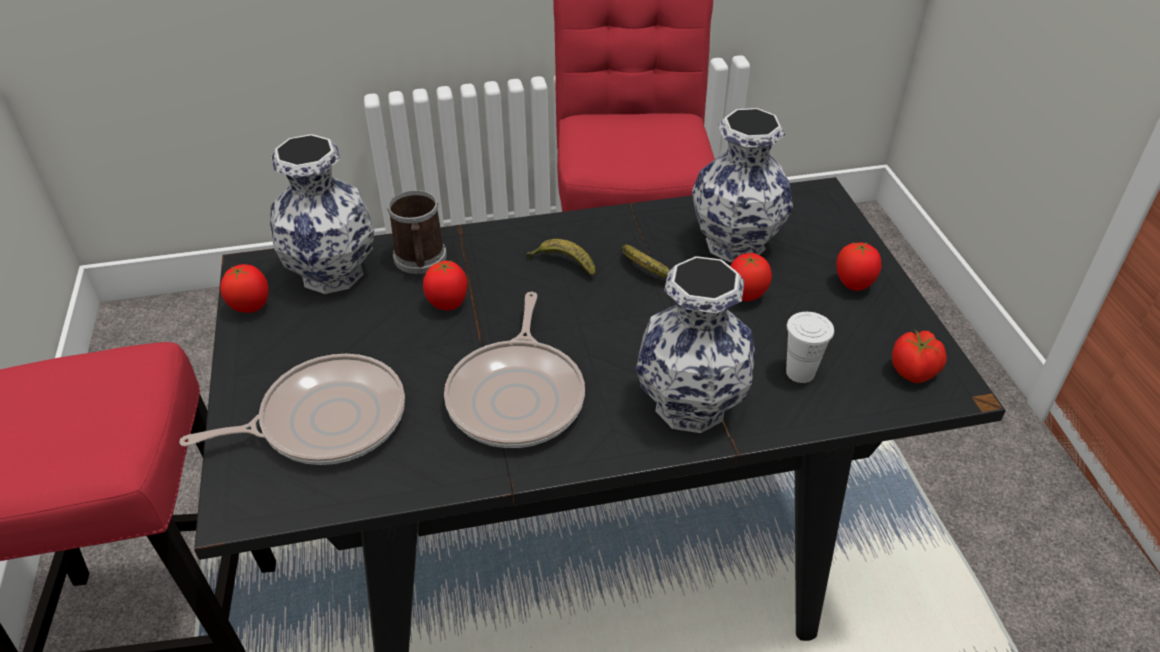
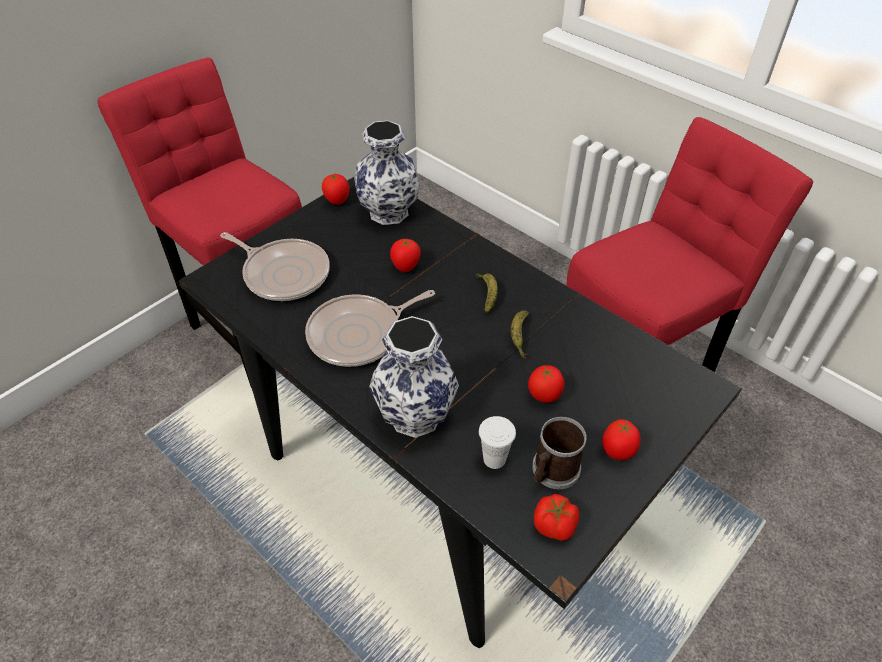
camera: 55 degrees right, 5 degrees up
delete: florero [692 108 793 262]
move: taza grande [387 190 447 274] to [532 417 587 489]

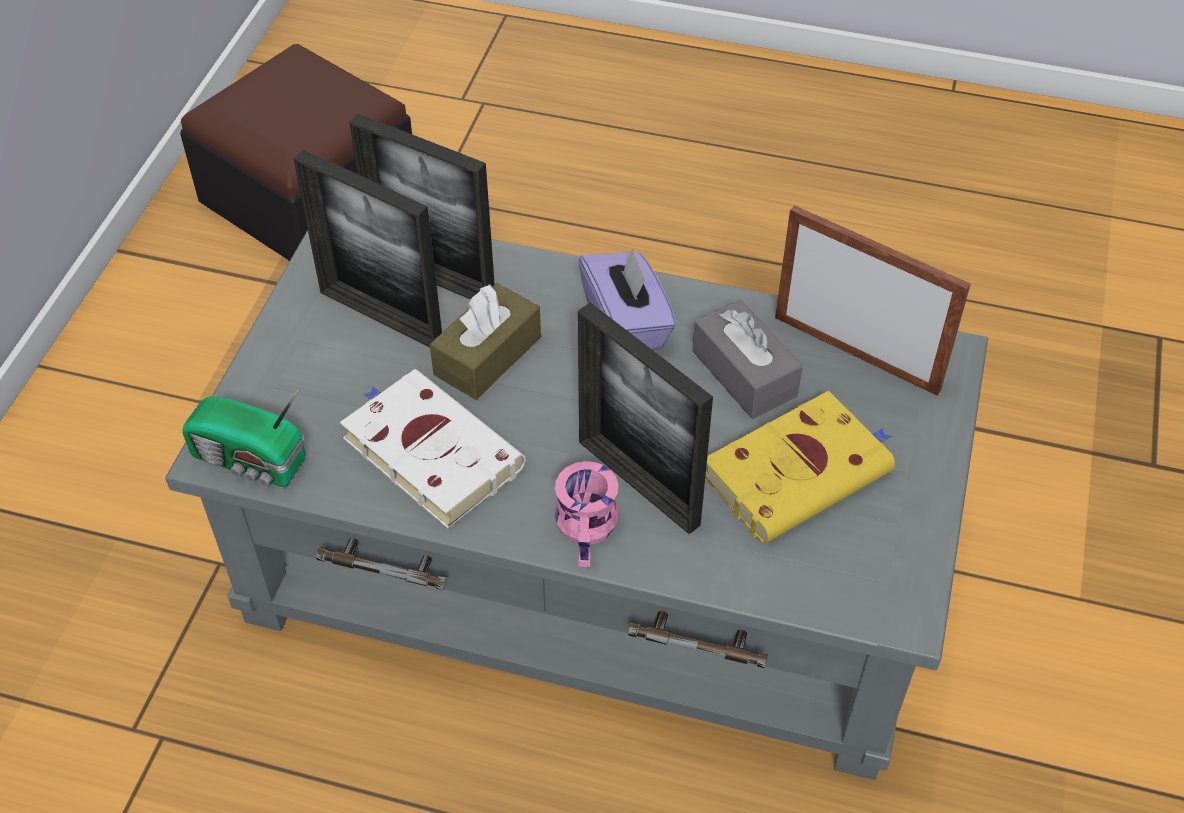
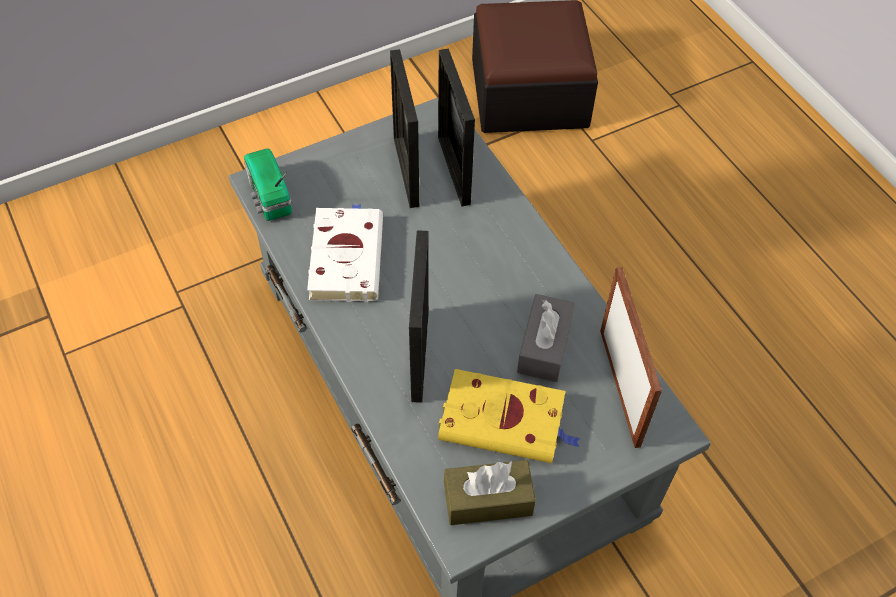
camera: 45 degrees right, 5 degrees up
delete: caja de pañuelos [morado] [579 248 676 350]; taza grande [rosa] [555 461 619 567]
move: caja de pañuelos [marrón] [430 283 541 400] to [444 460 536 525]

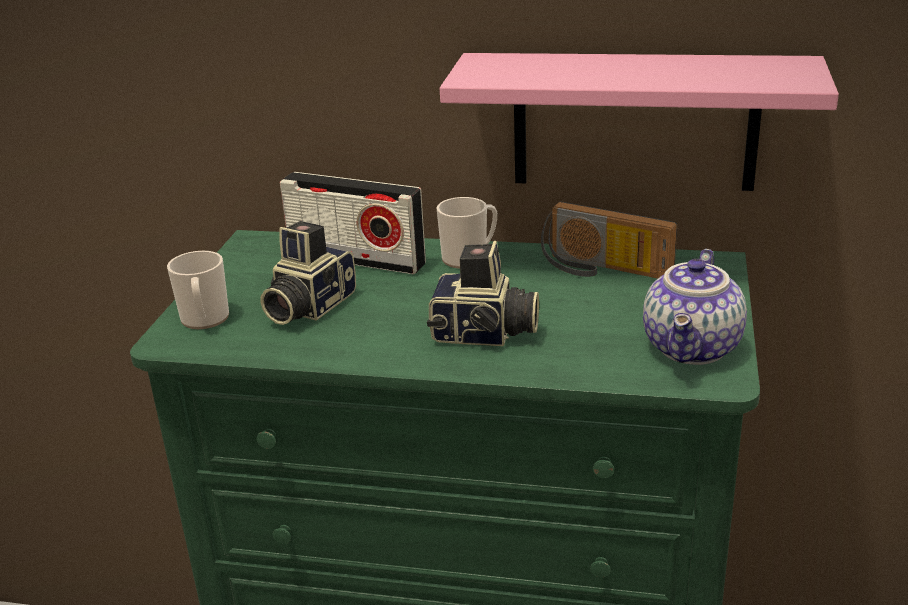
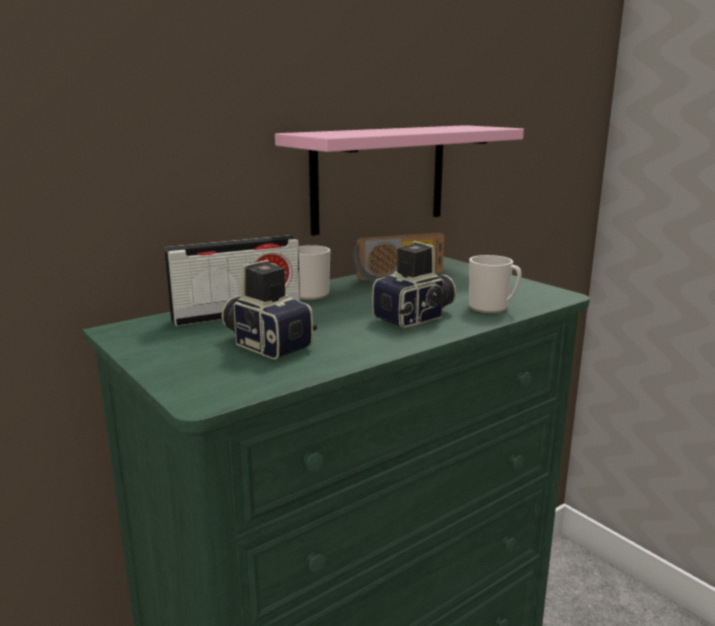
camera: 50 degrees left, 10 degrees down
delete: tetera [643 249 747 365]
move: taza grande [167 251 229 329] to [469 255 522 313]
rotate: cámara [260 221 356 325] = [222 260 317 360] 150 degrees clockwise

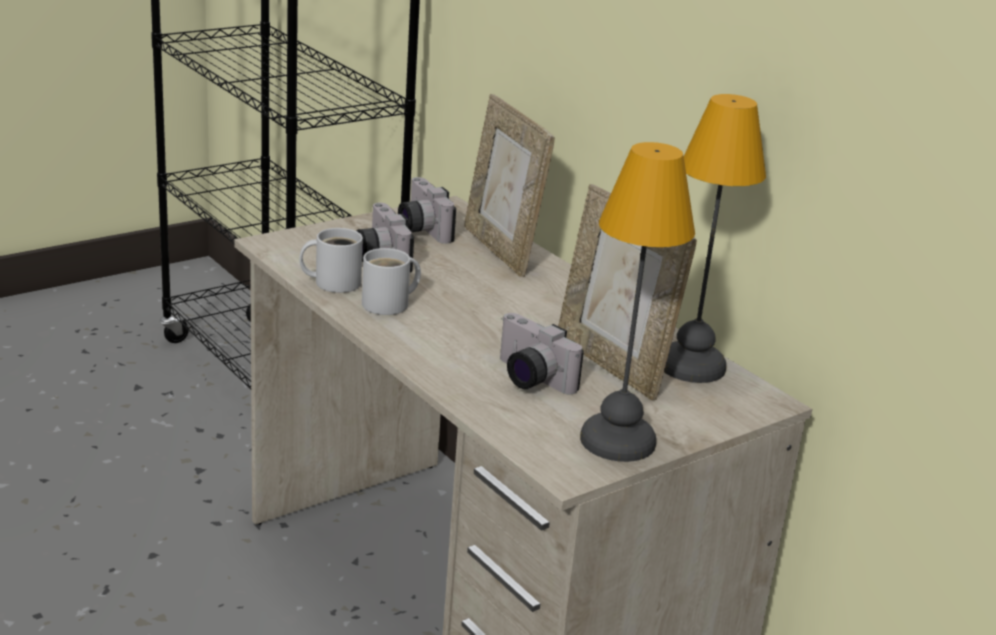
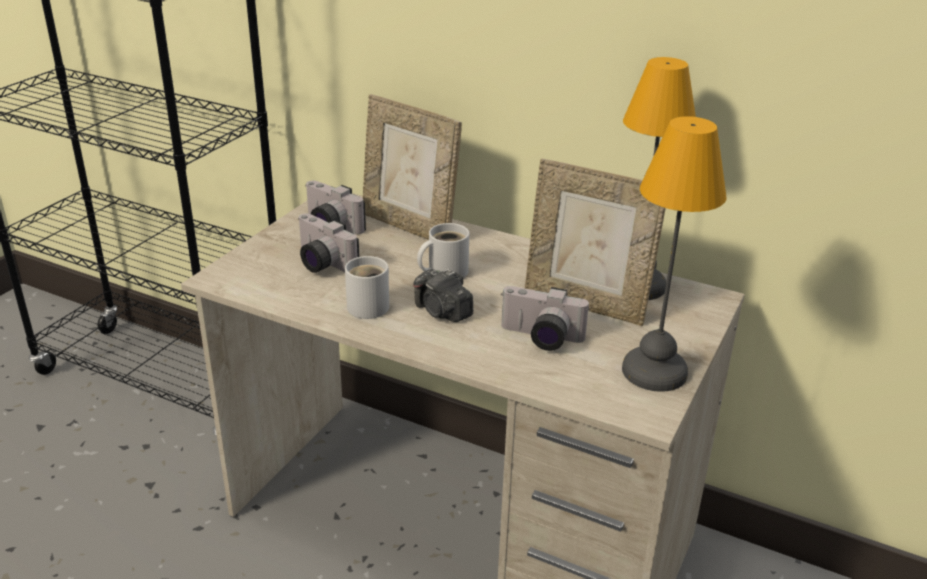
camera: 25 degrees left, 5 degrees up
insert: cámara [413 269 473 322]
move: taza grande [blanco] [299 228 363 293] to [417 223 469 278]

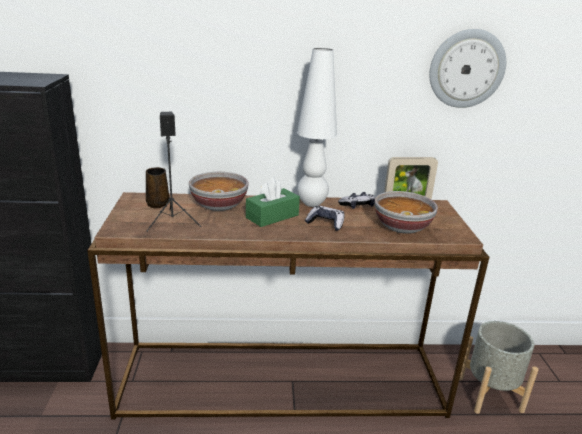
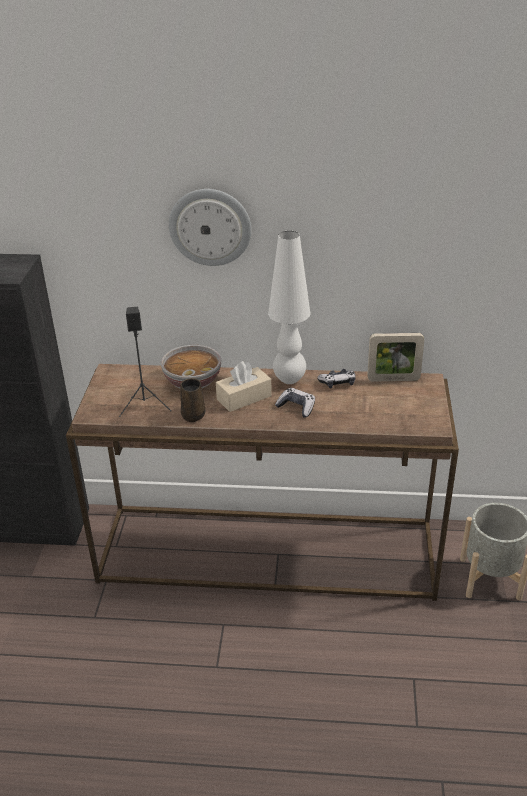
camera: 10 degrees right, 10 degrees up
delete: cuenco [374 191 438 234]
move: reloj de pared [429 29 506 108] to [169 189 252 266]; taza grande [marrón] [146 167 170 208] to [180 378 205 422]
recolor: caja de pañuelos [verde] [246 177 300 227] to caja de pañuelos [beis] [216 361 272 412]

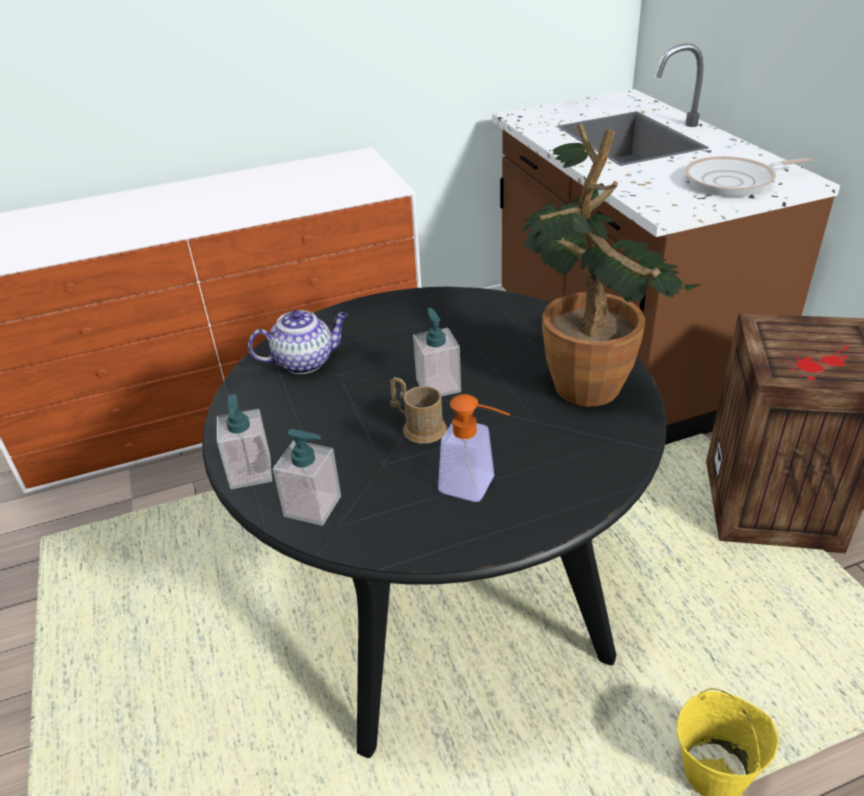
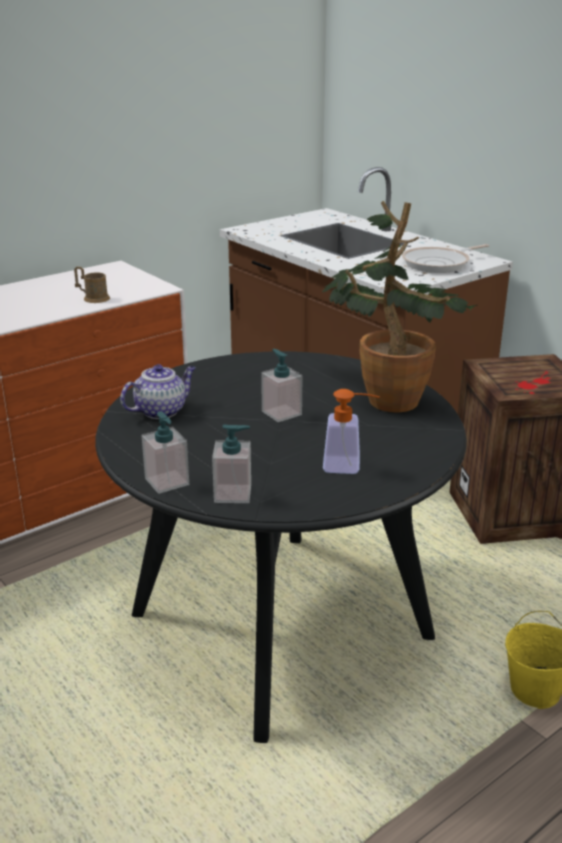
camera: 20 degrees left, 10 degrees down
move: taza grande [marrón] [390 377 447 444] to [74 267 110 303]

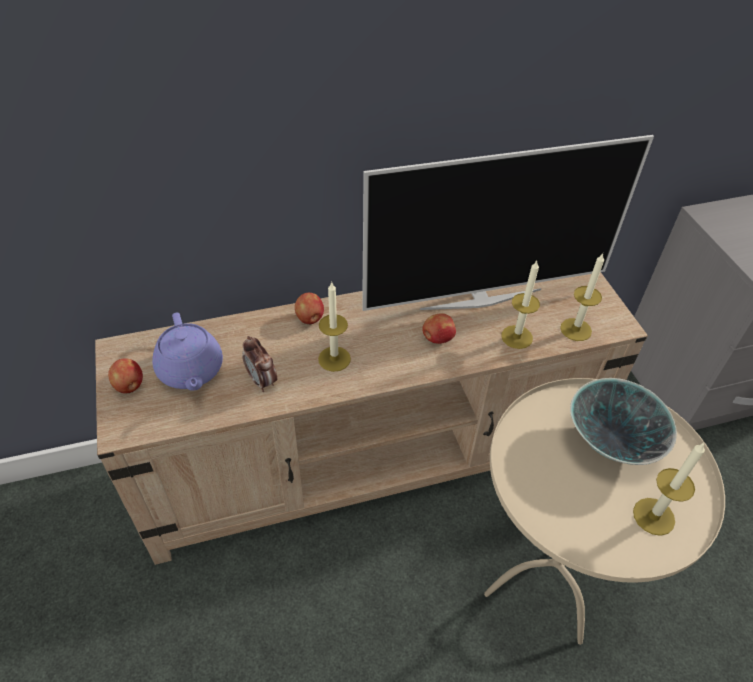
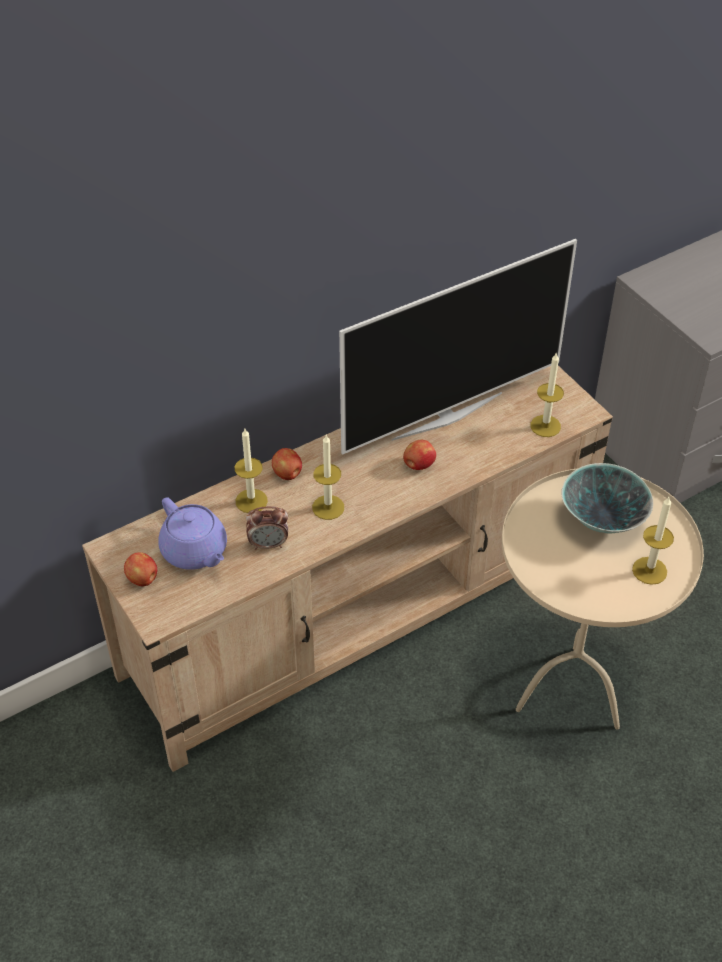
camera: 15 degrees left, 0 degrees up
move: vela [501 261 540 349] to [235 429 268 513]
rotate: despertador [242 336 277 392] = [246 506 288 550] 45 degrees counterclockwise

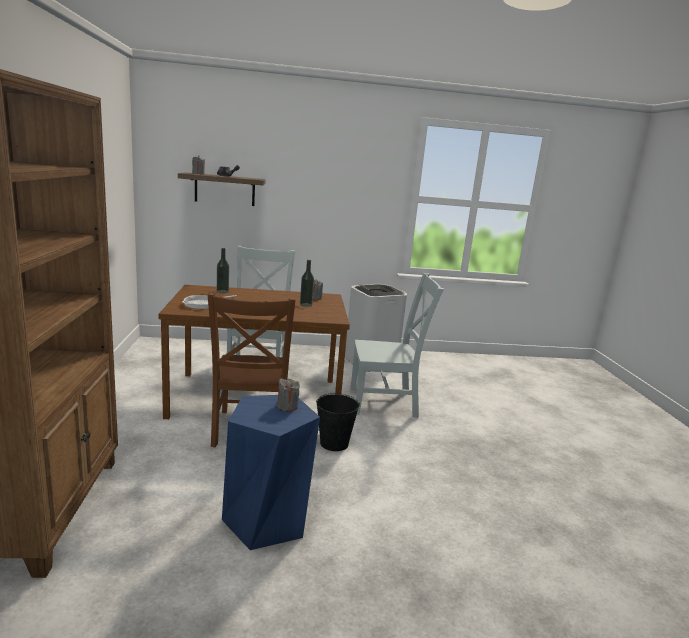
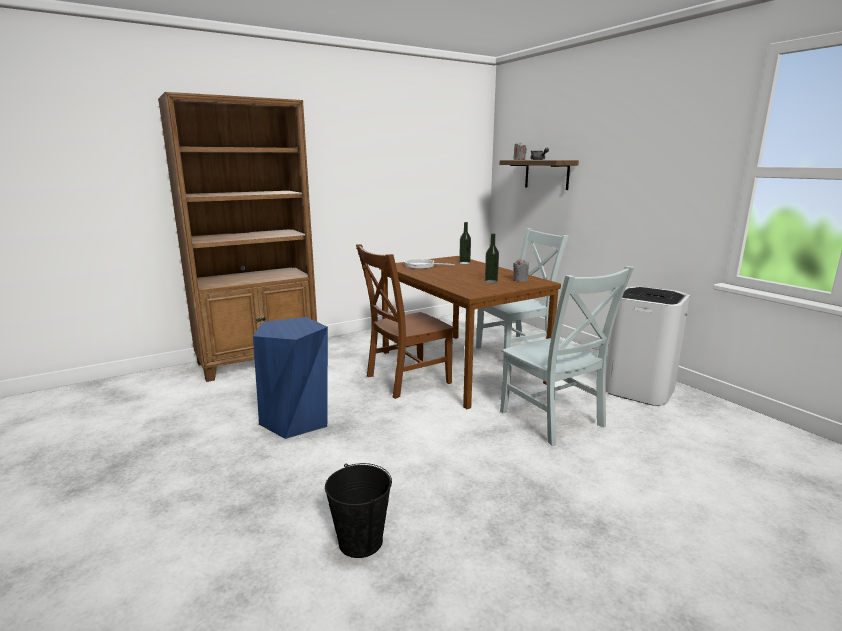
camera: 65 degrees right, 0 degrees up
delete: vela [gris] [277 378 299 412]
move: cubo [negro] [316 393 360 451] to [325 463 392 558]

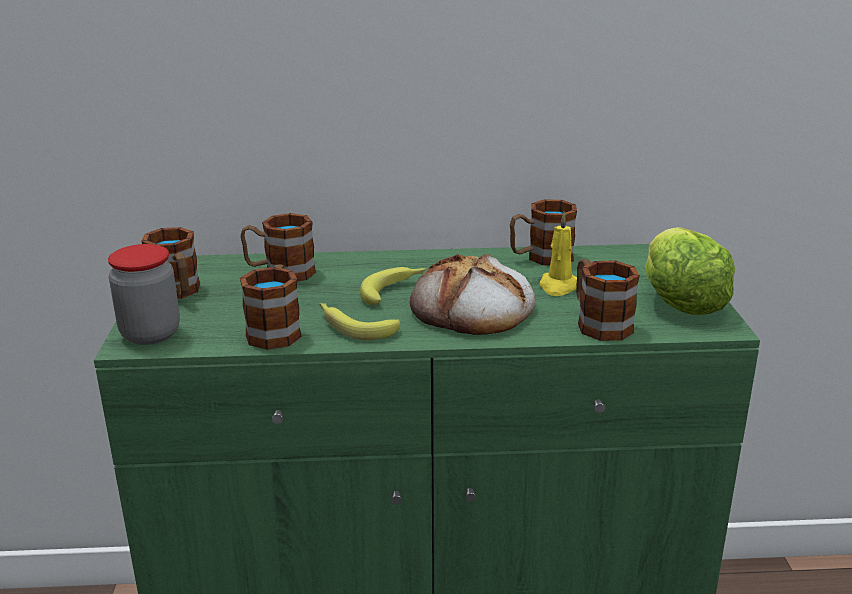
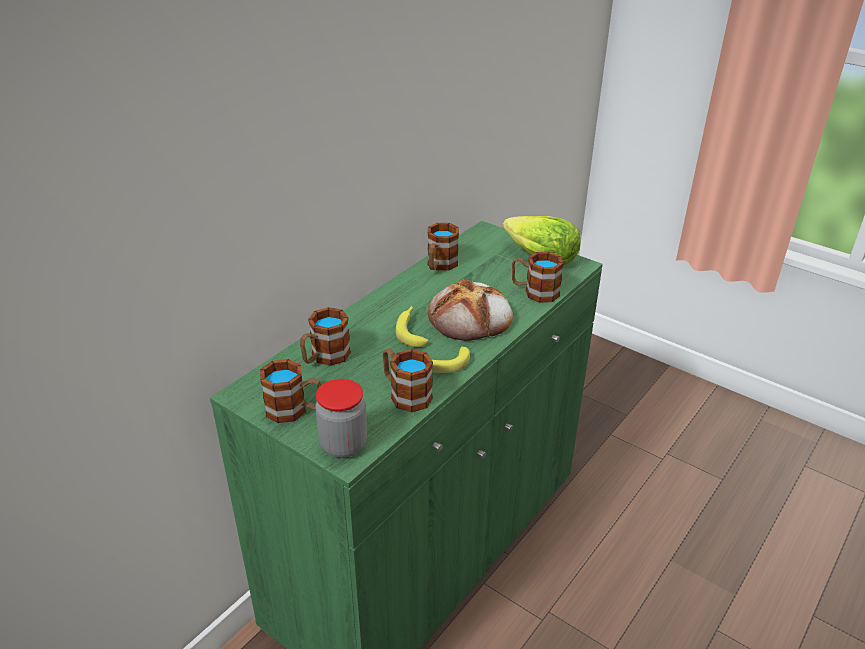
camera: 50 degrees left, 10 degrees up
delete: vela [amarillo] [539 212 577 296]

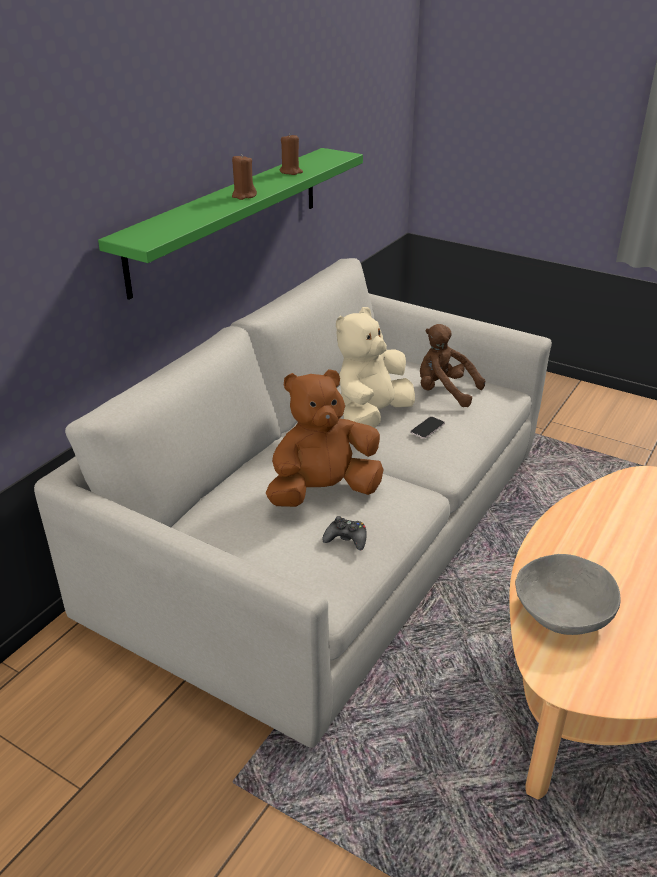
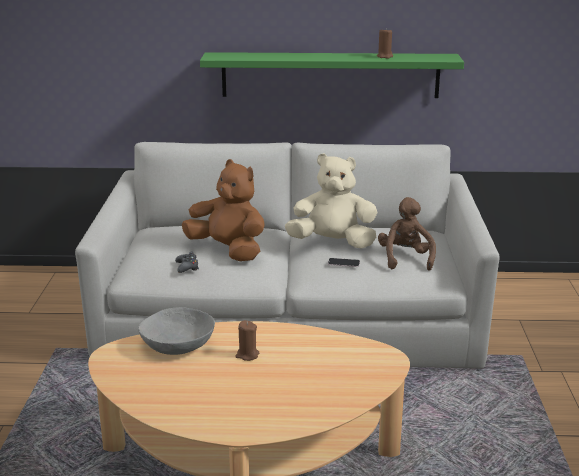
camera: 60 degrees right, 10 degrees down
move: vela [marrón] [232 154 257 200] to [235 320 259 361]

